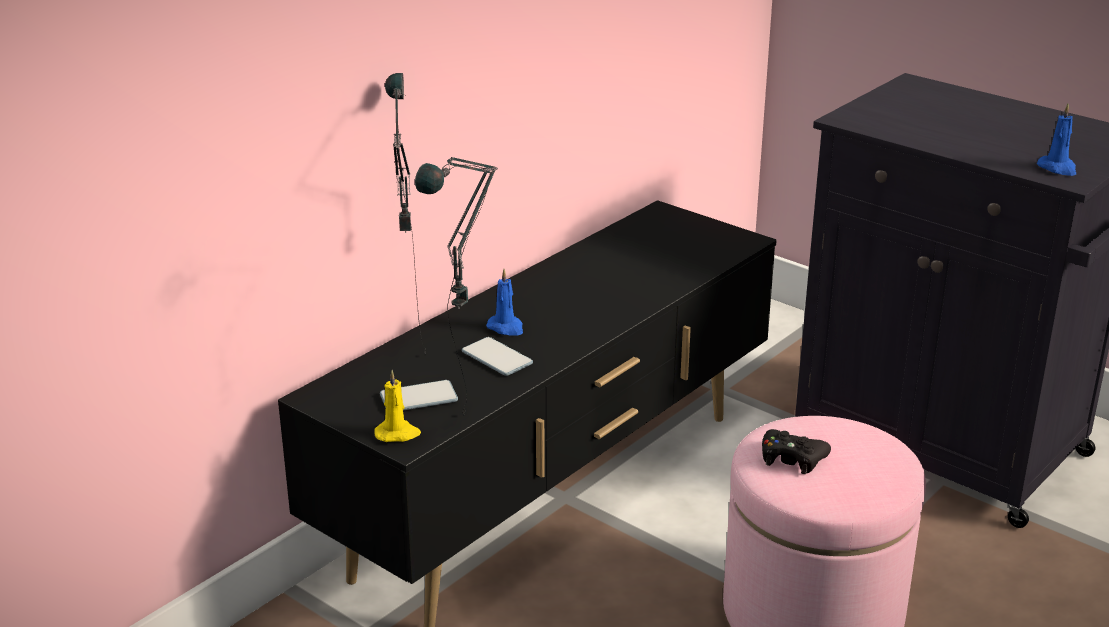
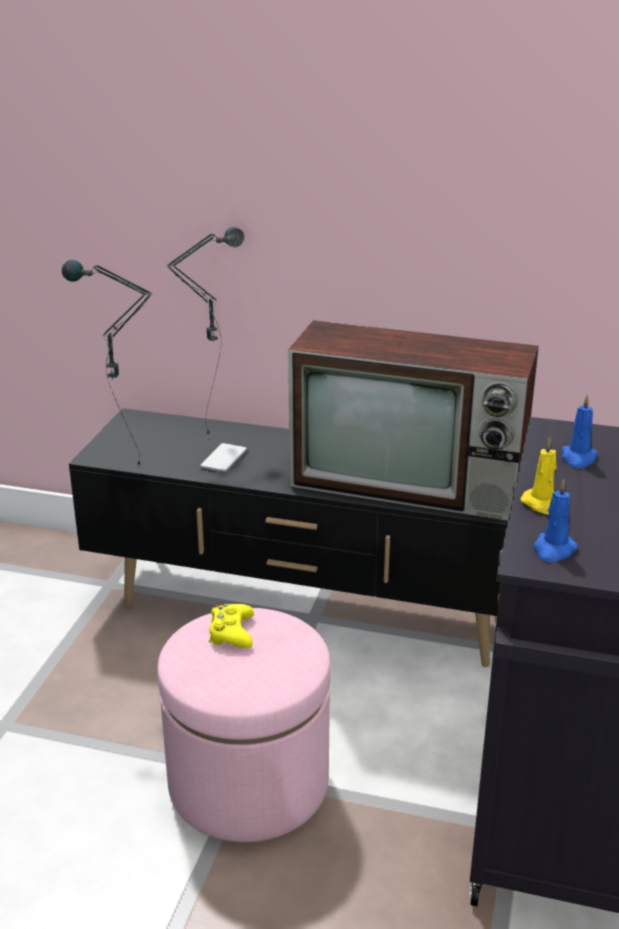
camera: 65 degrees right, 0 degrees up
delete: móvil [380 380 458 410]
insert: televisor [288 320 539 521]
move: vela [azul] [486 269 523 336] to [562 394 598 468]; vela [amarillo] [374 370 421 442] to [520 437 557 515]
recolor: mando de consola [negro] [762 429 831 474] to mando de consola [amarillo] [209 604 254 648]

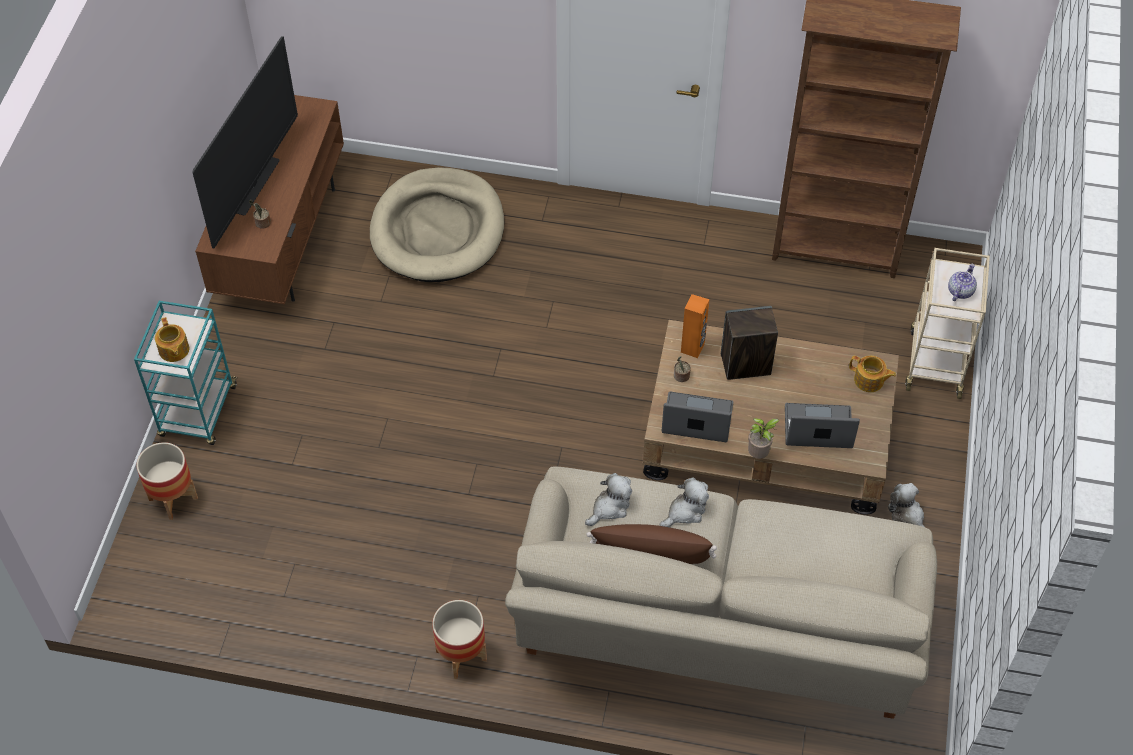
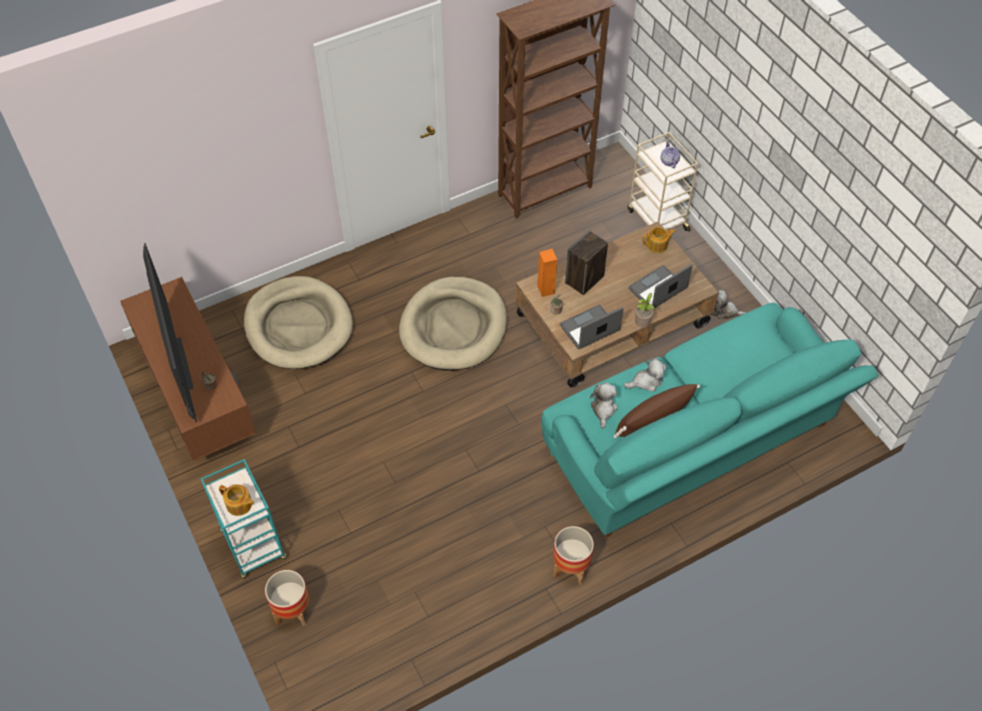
camera: 40 degrees left, 0 degrees up
insert: cama para perro [beis] [399 277 507 371]
recolor: sofá [beis] [505 467 937 719] to sofá [turquesa] [541 303 878 538]
rotate: peluche [659 477 709 527] = [624 358 667 392] 60 degrees clockwise

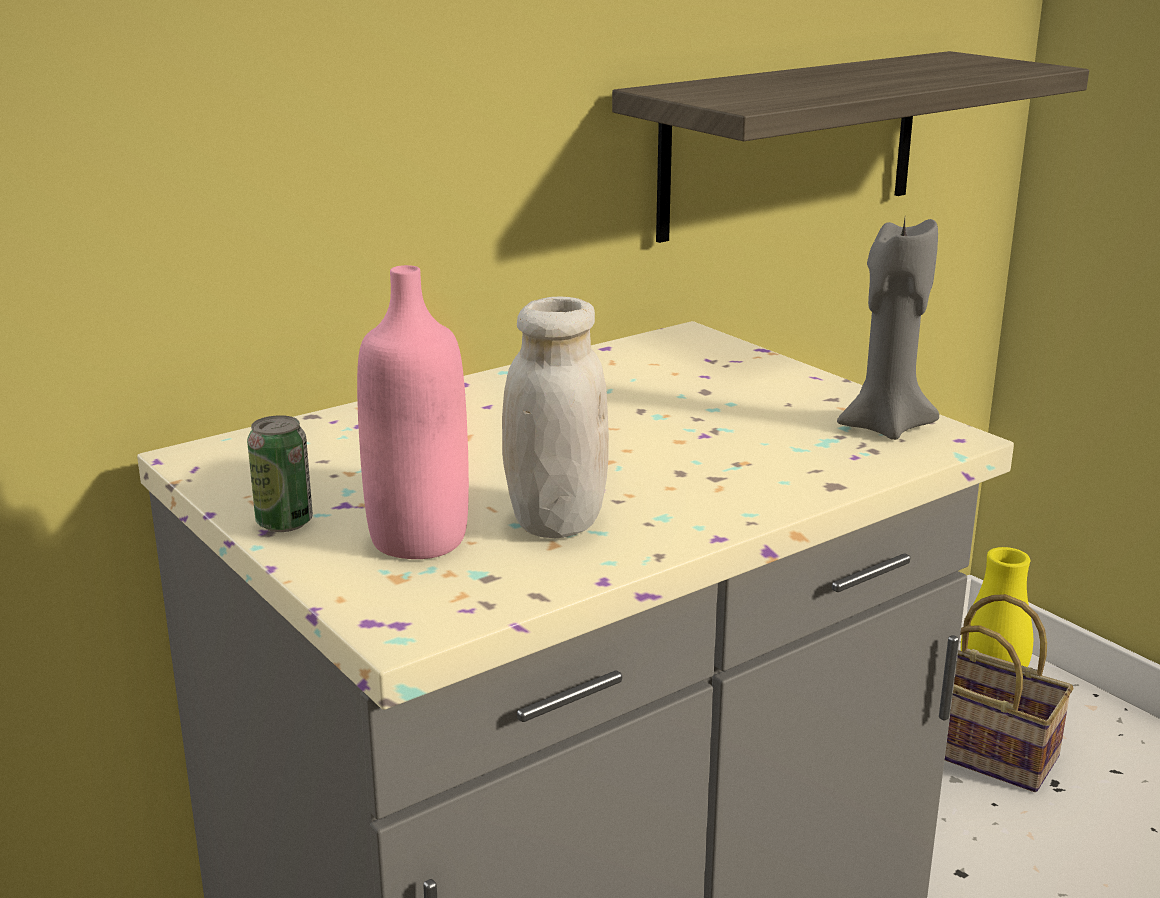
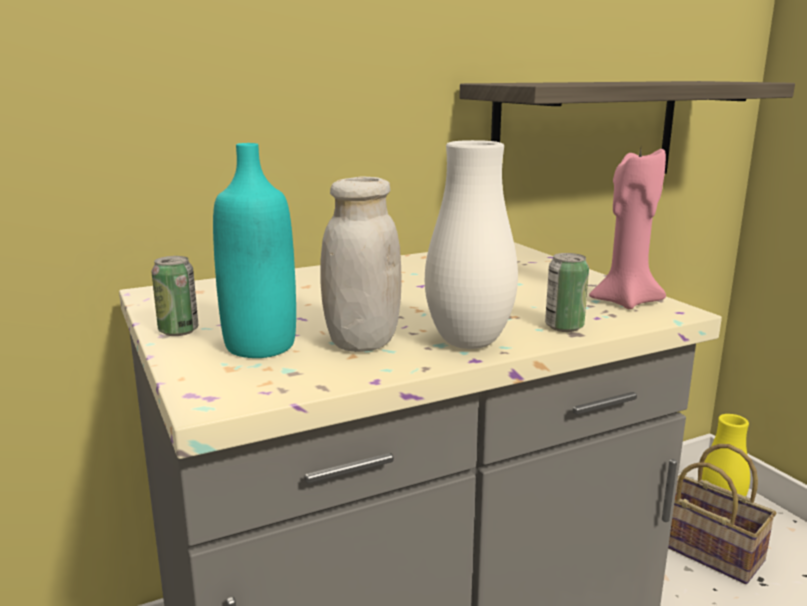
camera: 10 degrees right, 5 degrees down
insert: florero [blanco] [425 140 518 349]; lata [545 253 589 332]
recolor: vela [gris] [837 219 939 440] to vela [rosa] [589 149 666 309]; botella [rosa] [357 265 469 559] to botella [turquesa] [213 143 296 358]

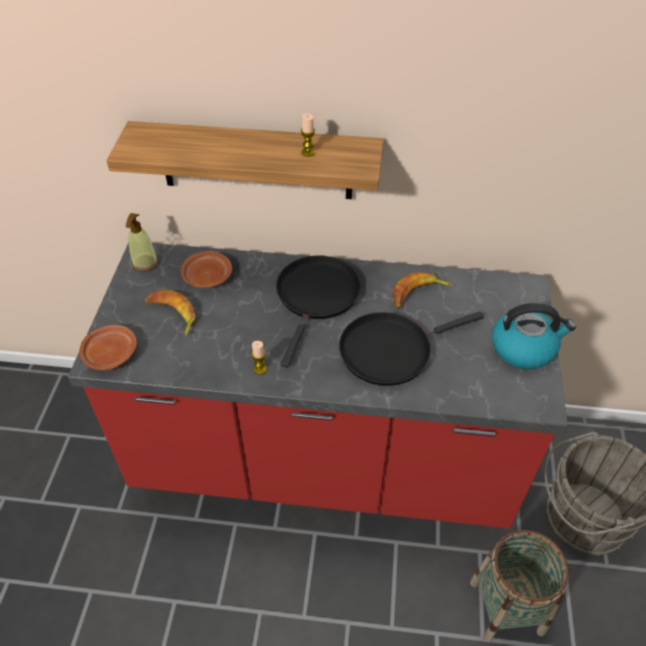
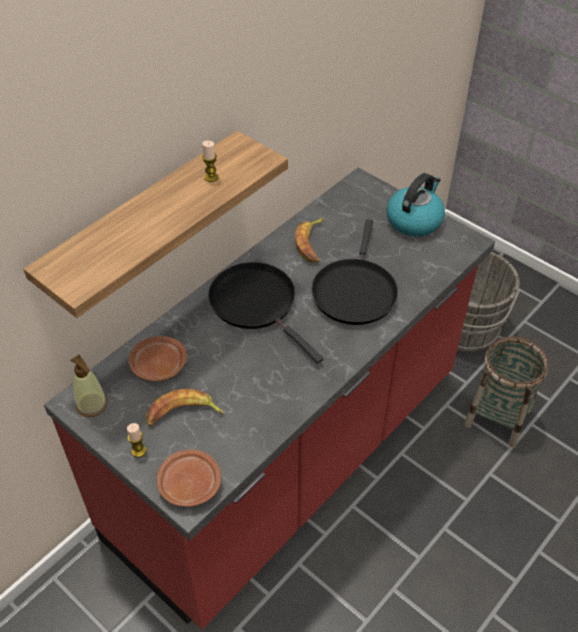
camera: 55 degrees left, 0 degrees up
move: vela [252 341 267 375] to [127 423 146 458]

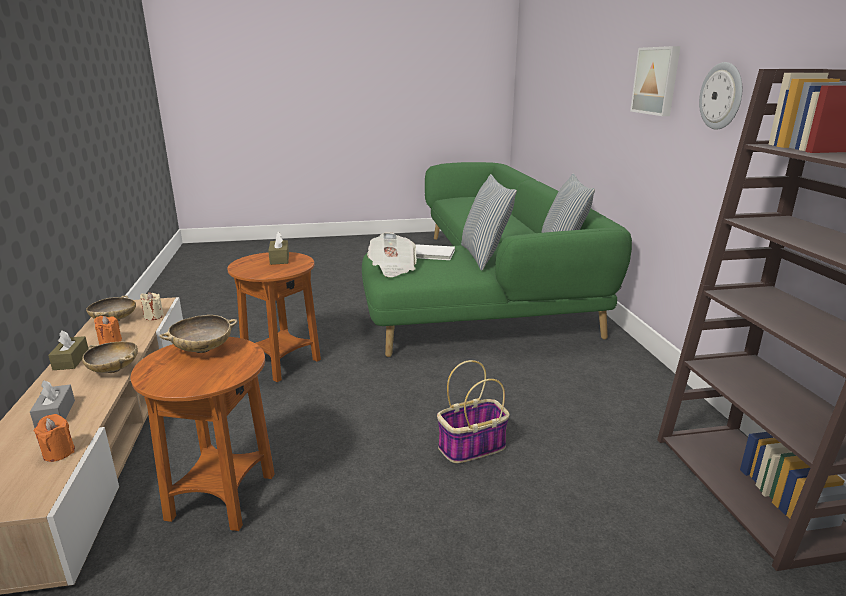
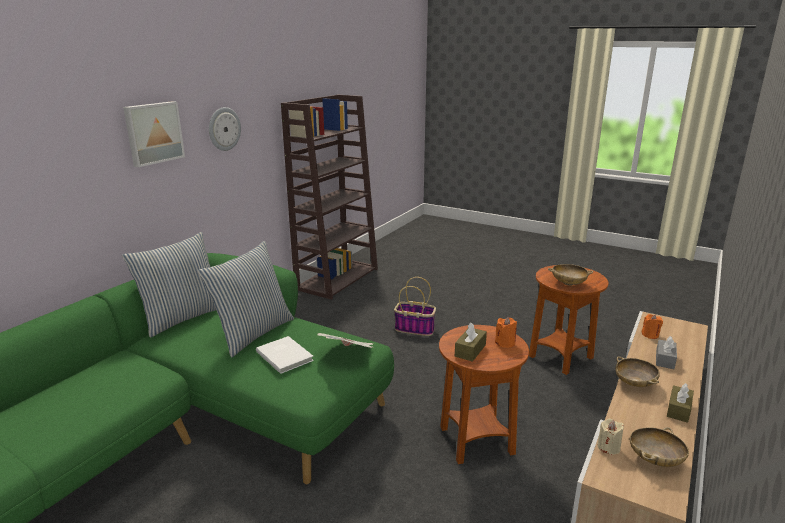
camera: 140 degrees left, 0 degrees up
move: vela [naranja] [94 316 122 345] to [495 317 517 348]

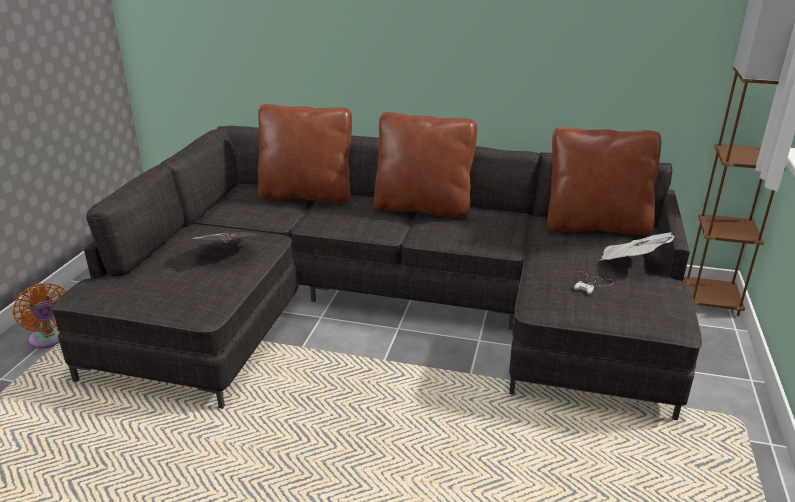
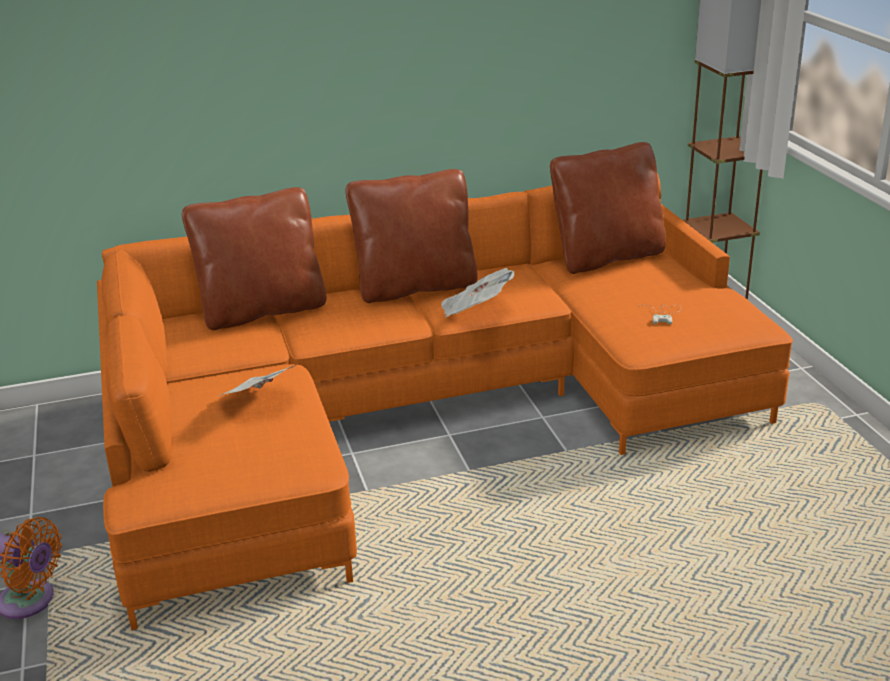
camera: 30 degrees left, 0 degrees up
move: periódico [600 232 674 260] to [441 268 514 318]
recolor: sofá [gris] [51 126 702 420] to sofá [naranja] [97 173 793 630]

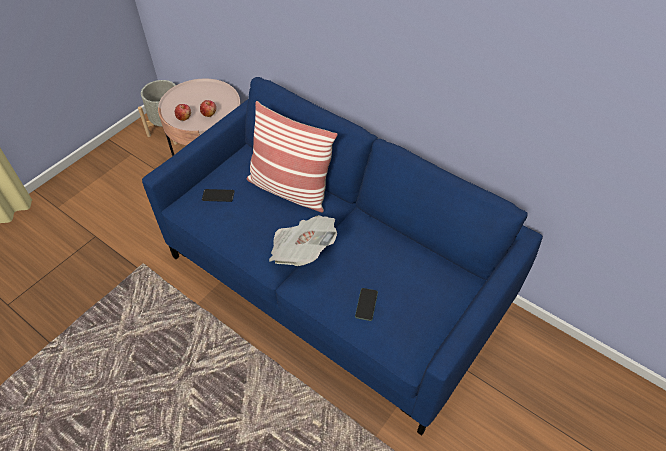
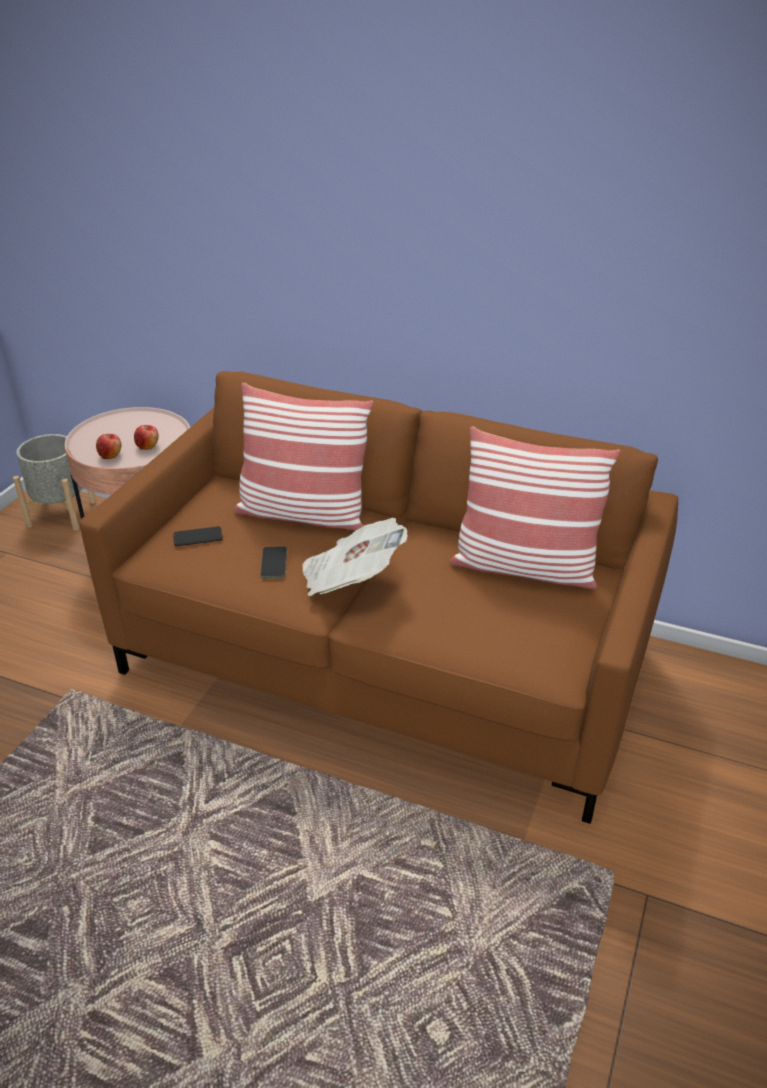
camera: 15 degrees left, 15 degrees down
insert: cojín [450 426 620 589]
move: móvil [355 288 378 321] to [260 546 287 578]
recolor: sofá [azul] [142 77 543 436] to sofá [marrón] [79 371 678 824]

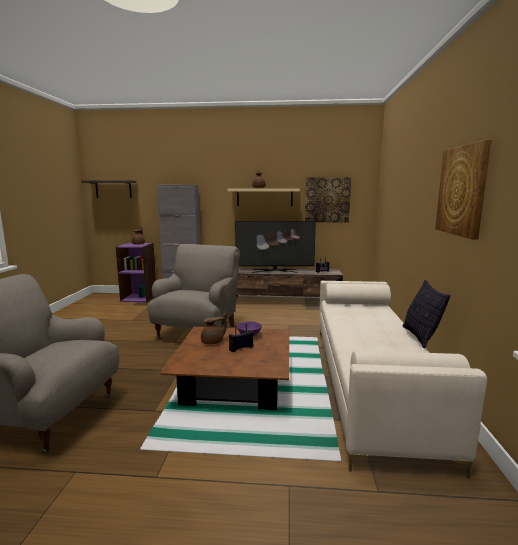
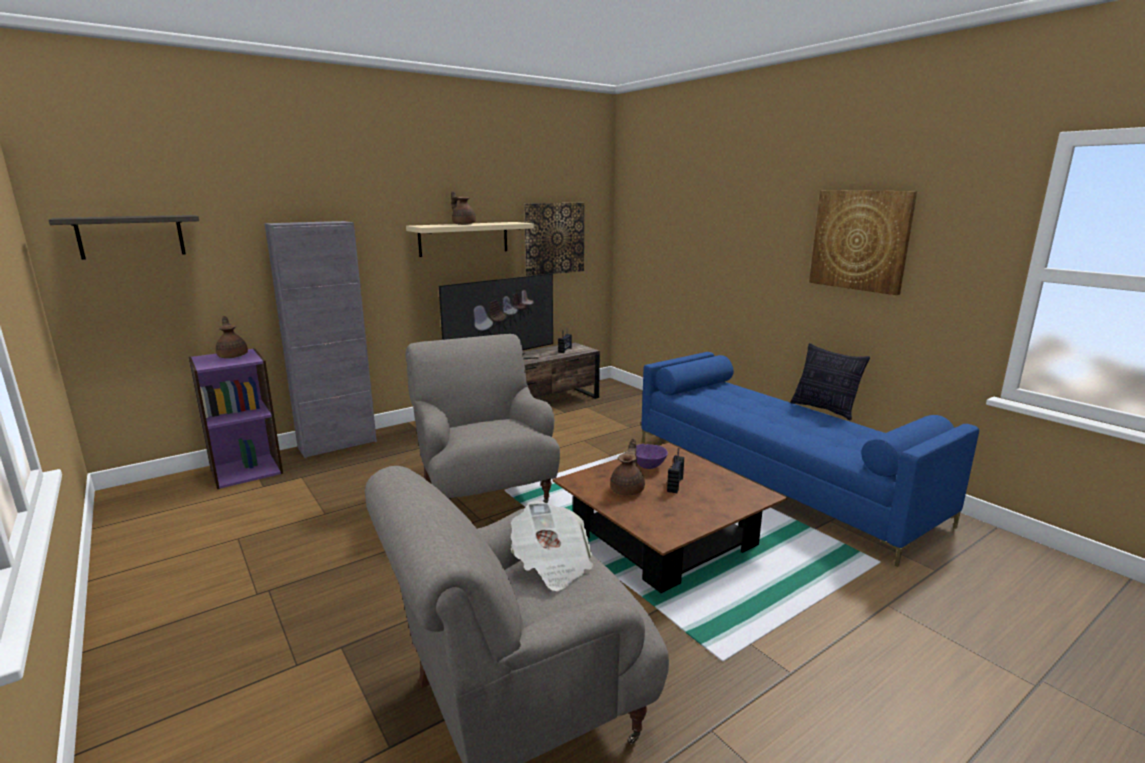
camera: 40 degrees left, 5 degrees up
insert: periódico [511 501 593 591]
recolor: sofá [beis] [319 281 487 479] to sofá [azul] [641 352 979 567]

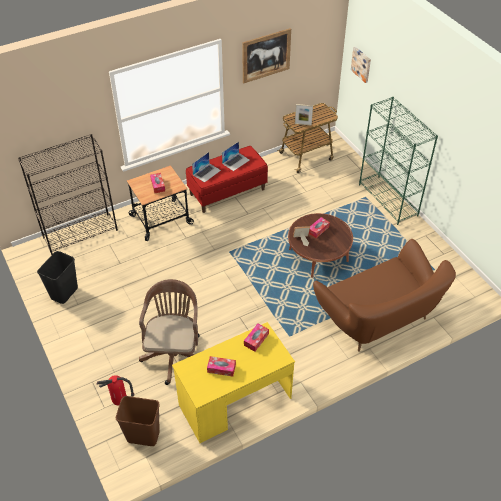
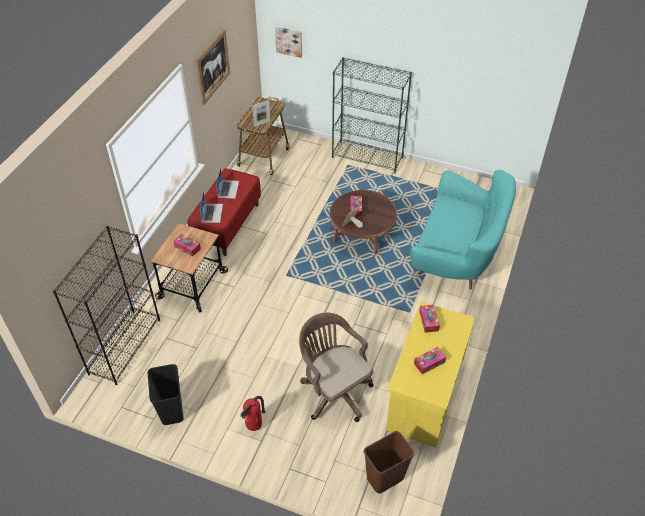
camera: 40 degrees left, 0 degrees up
move: extintor [96 375 134 406] to [240 396 266 431]
recolor: sofá [marrón] [313 239 456 352] to sofá [turquesa] [410 170 516 289]

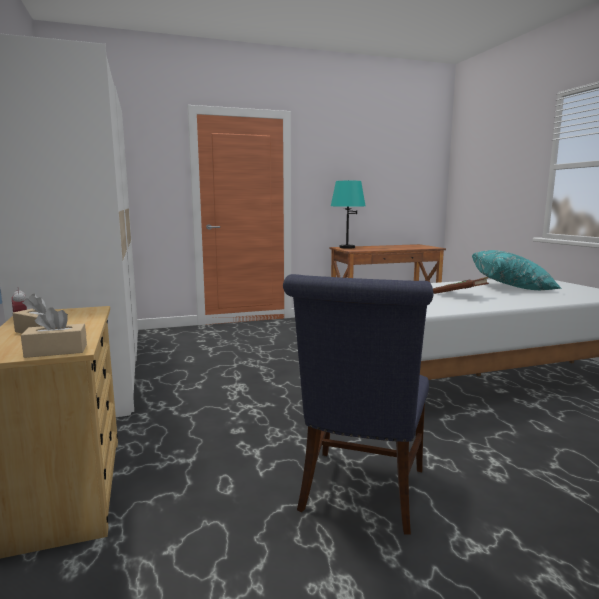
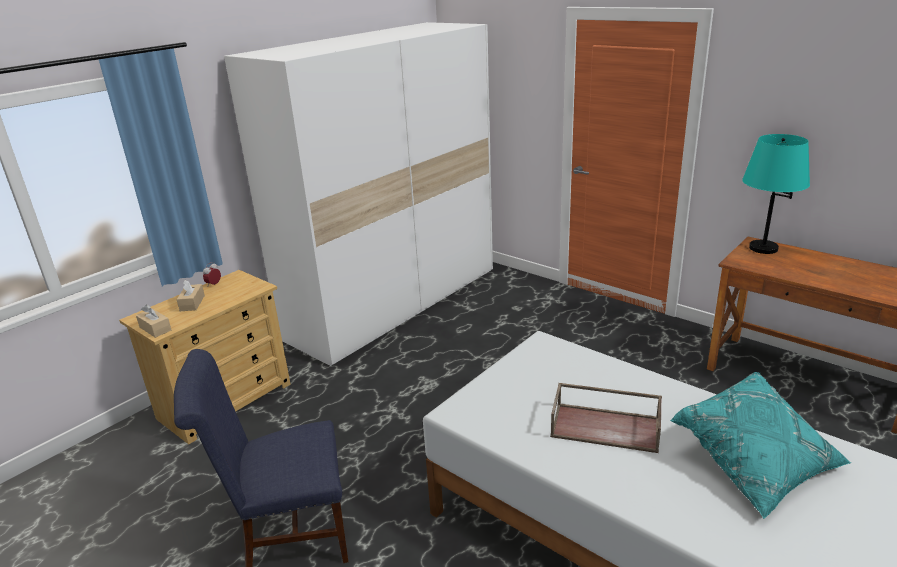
camera: 60 degrees right, 15 degrees up
replace: libro [marrón] [433 277 489 294] to bandeja [marrón] [550 383 662 453]

